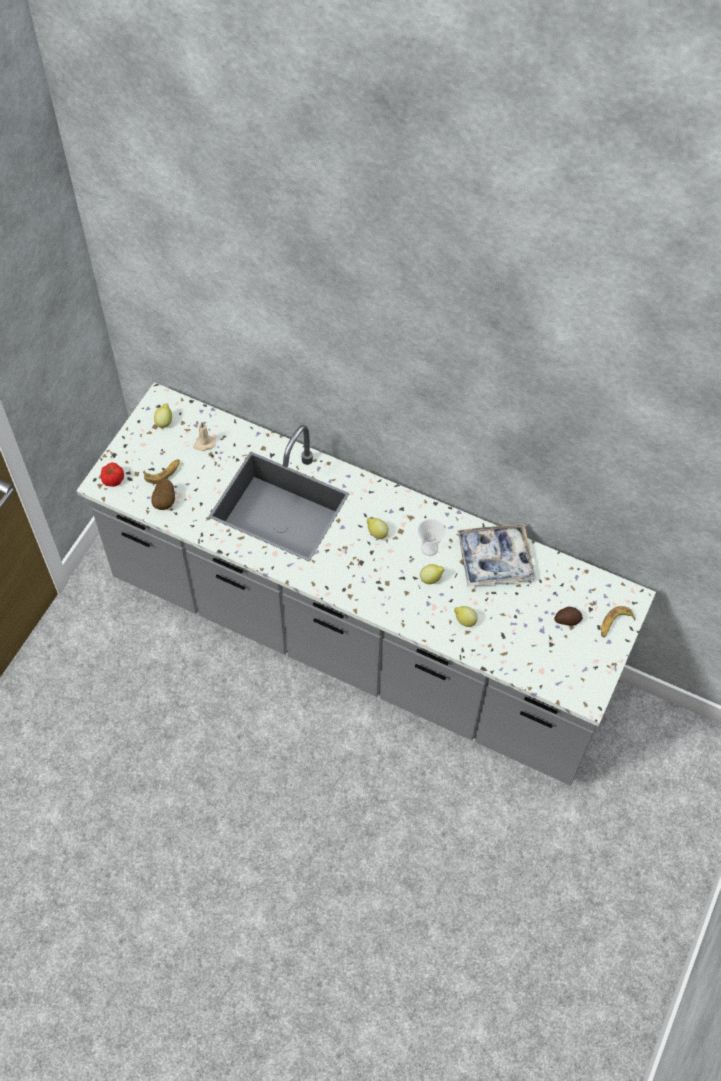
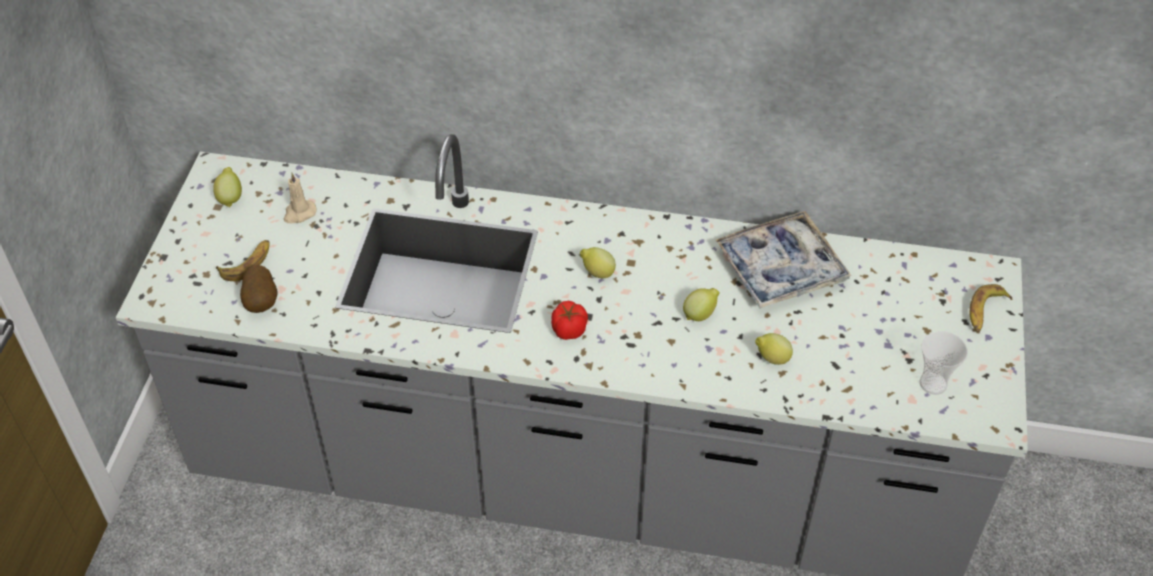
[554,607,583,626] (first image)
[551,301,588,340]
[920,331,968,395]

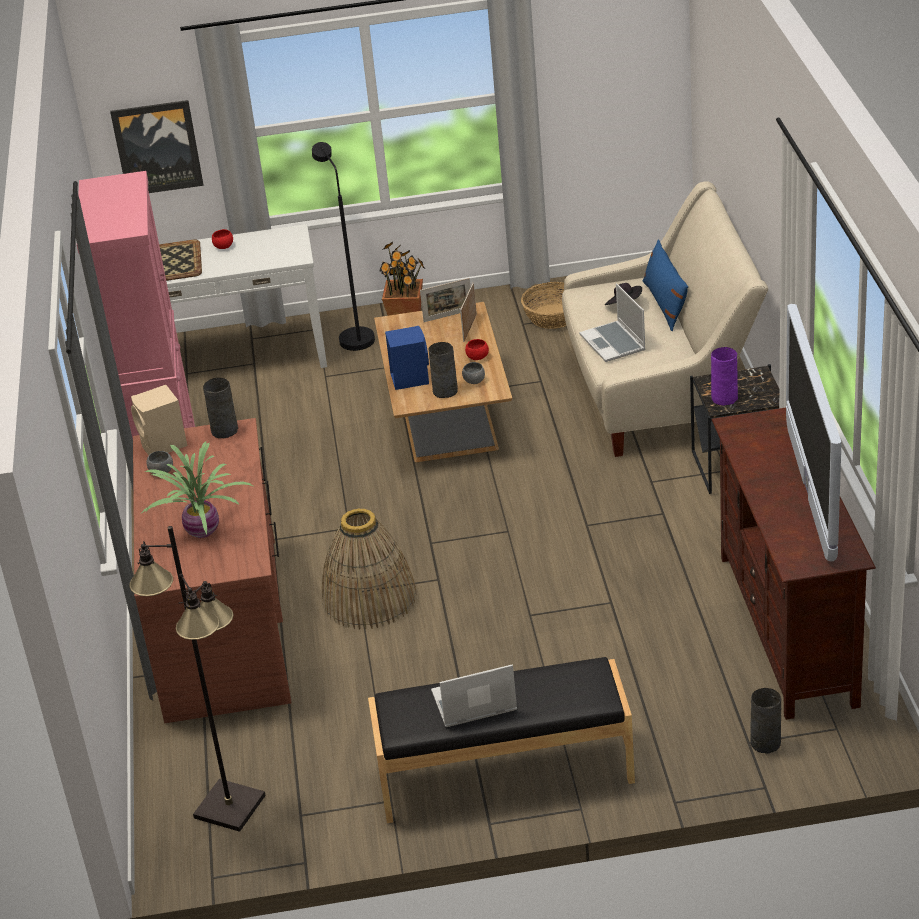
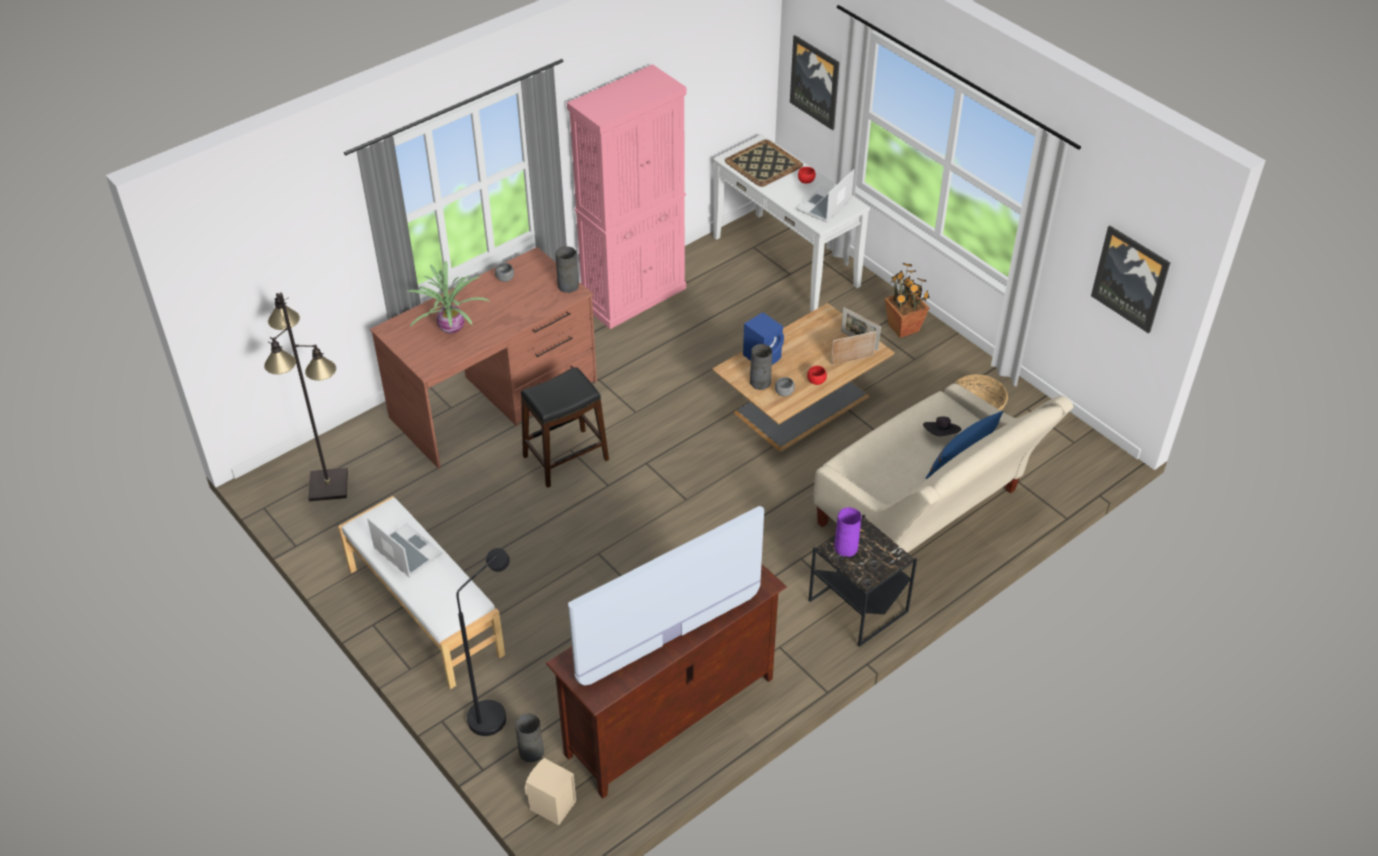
[1091,226,1170,334]
[525,758,576,825]
[456,548,510,736]
[797,169,854,223]
[521,368,609,488]
[338,496,505,689]

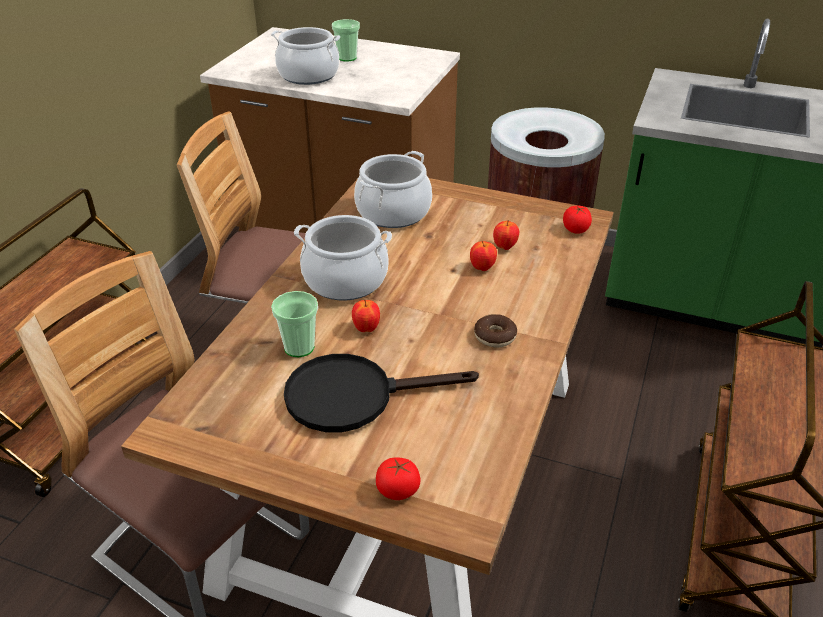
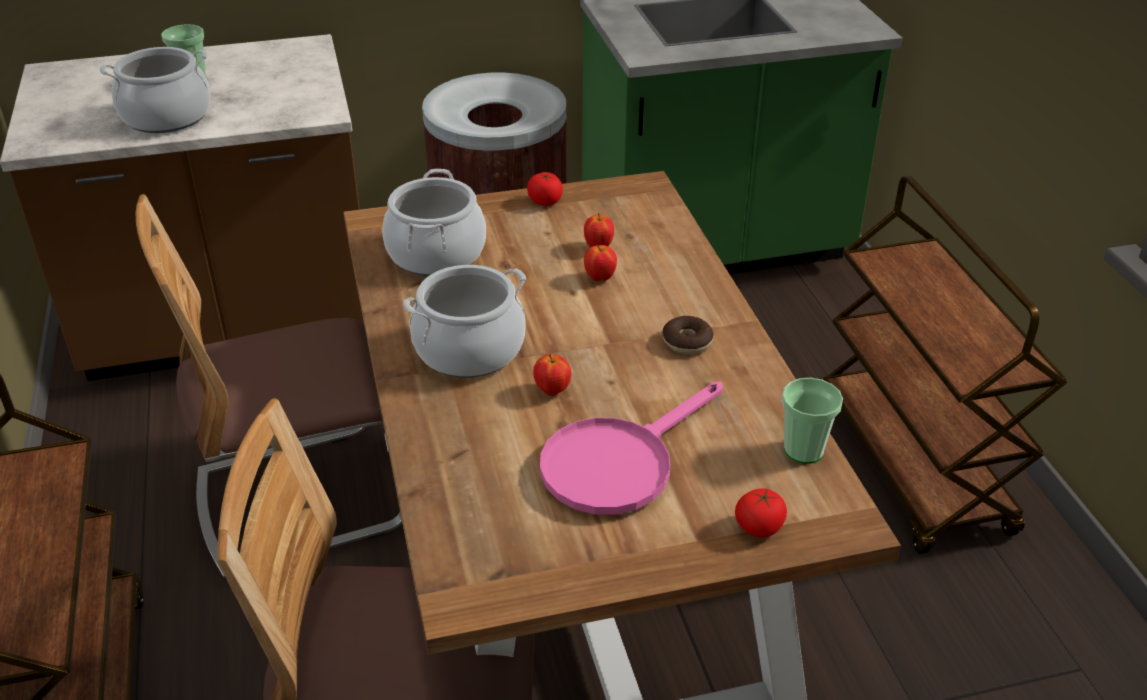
[782,377,843,464]
[527,172,563,206]
[540,382,723,515]

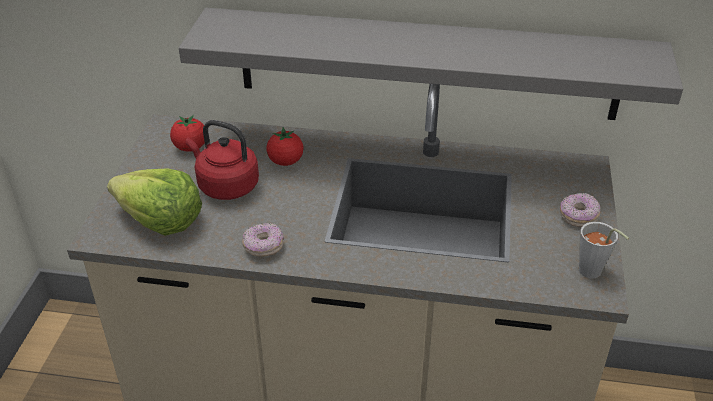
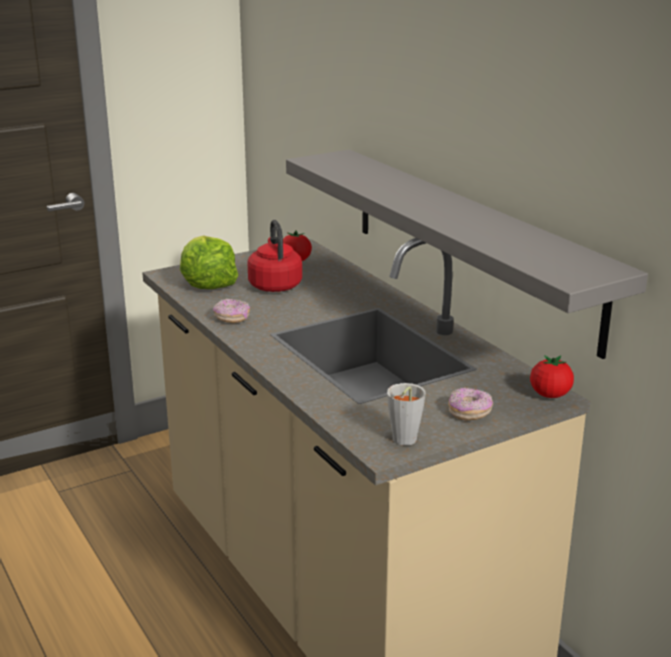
[530,355,574,398]

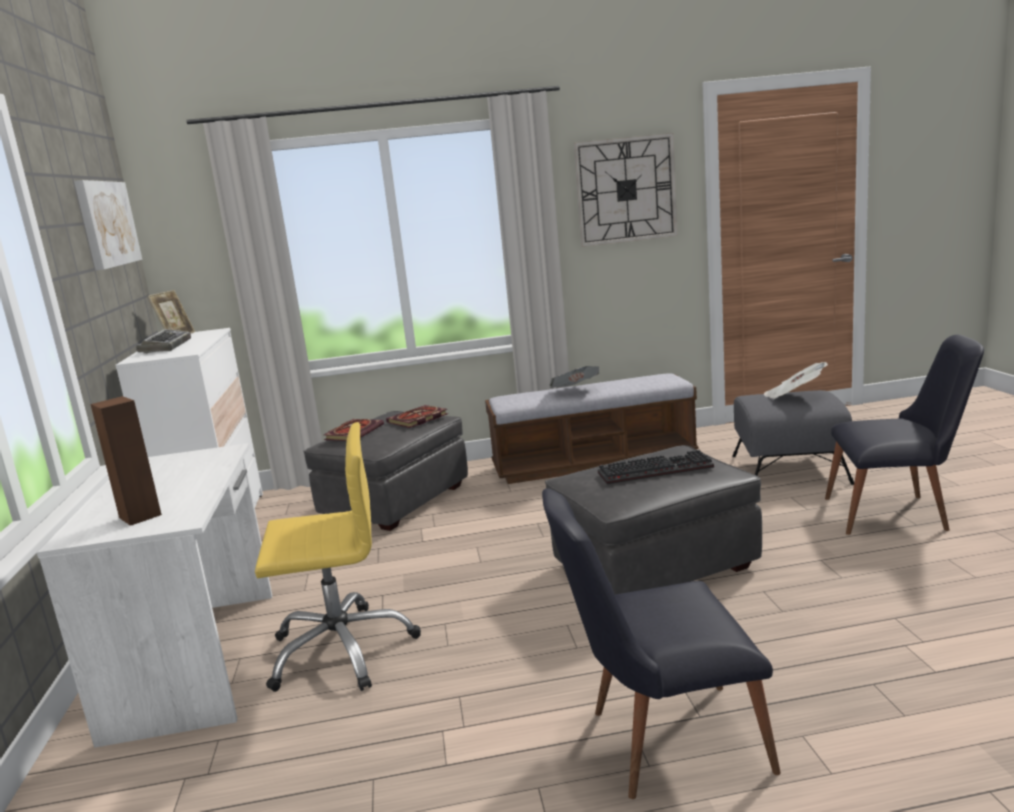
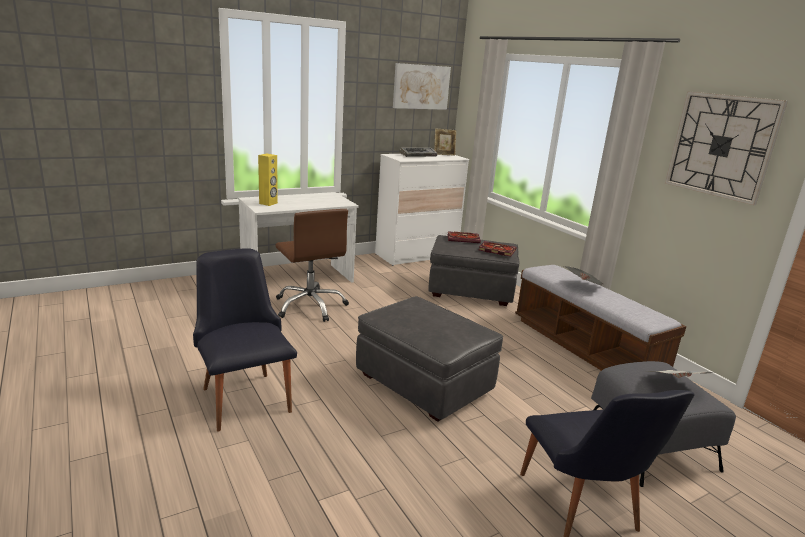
[598,450,714,484] (first image)
[258,154,278,206]
[276,209,349,322]

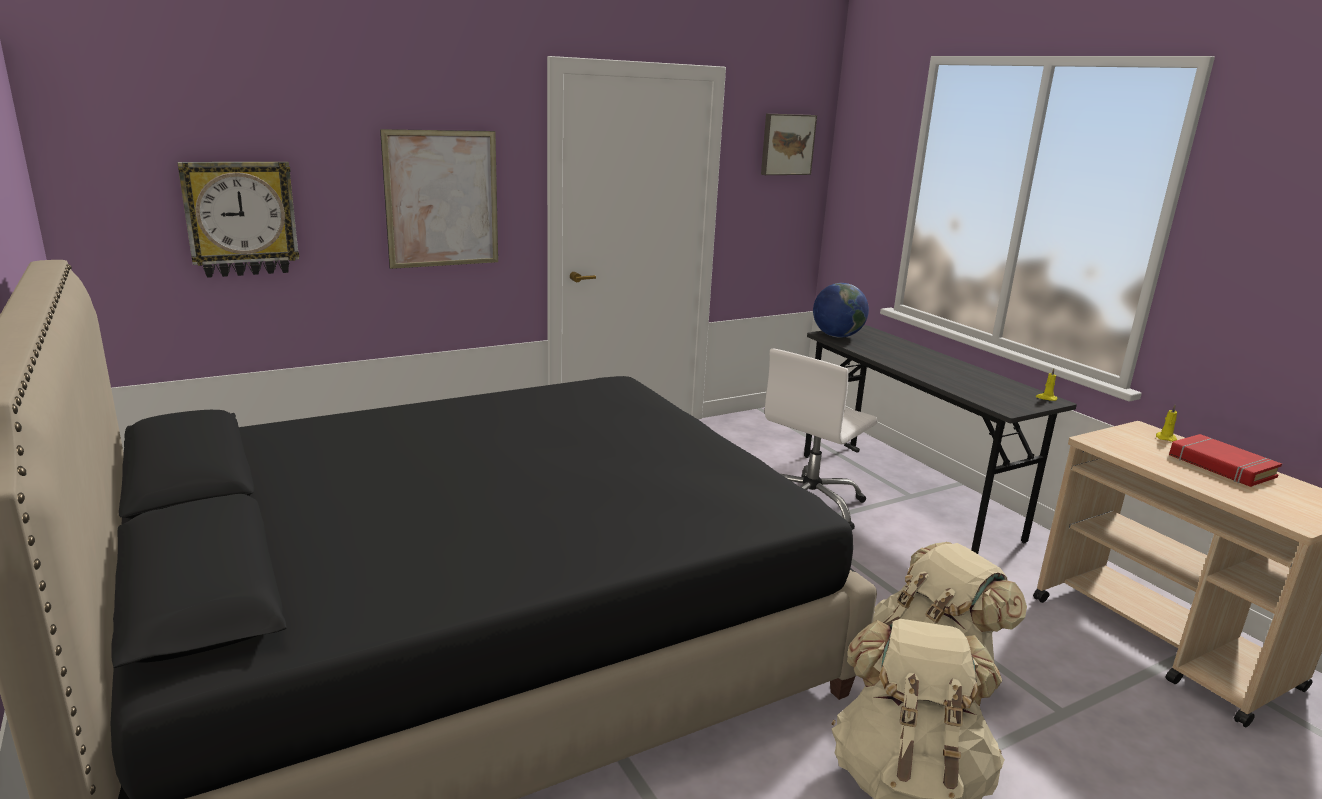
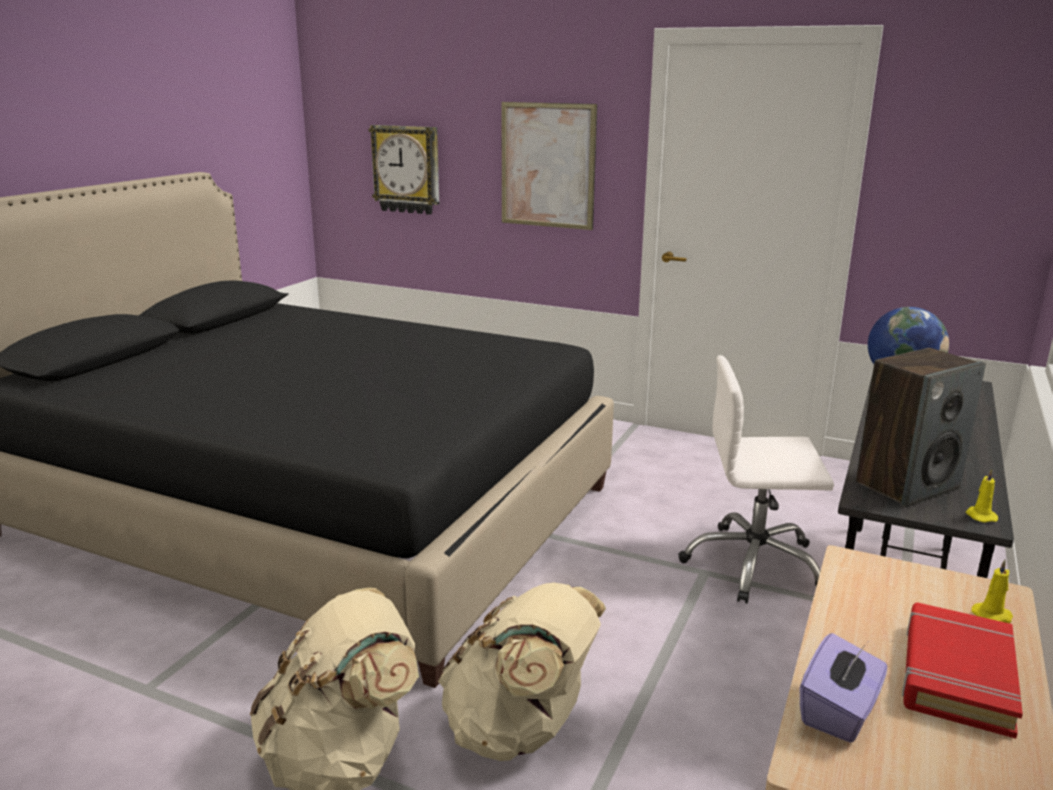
[761,114,817,175] (first image)
[800,633,888,743]
[856,348,986,507]

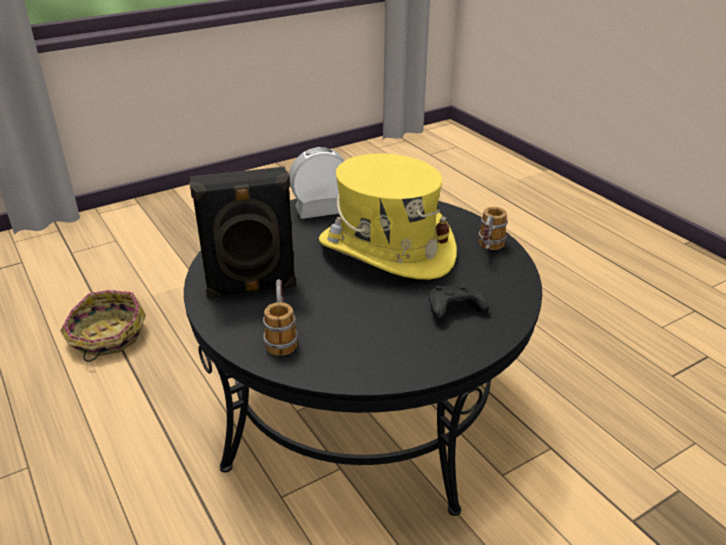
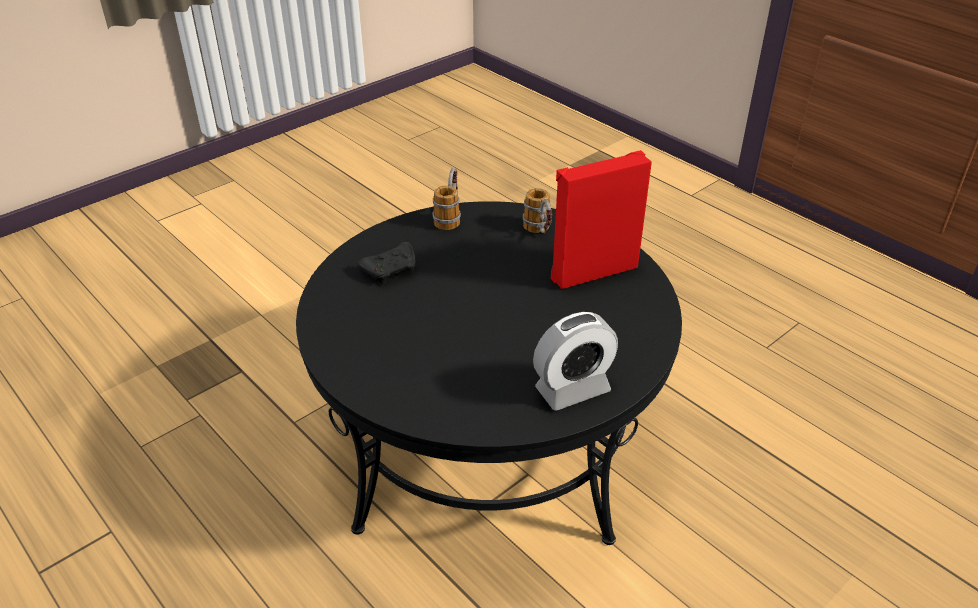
[61,290,146,362] (first image)
[319,153,457,280] (first image)
[432,168,461,230]
[551,150,652,289]

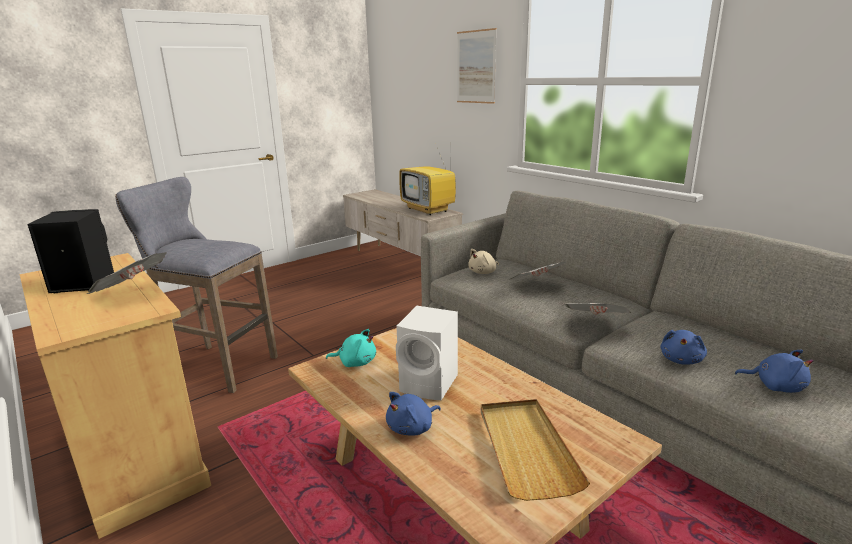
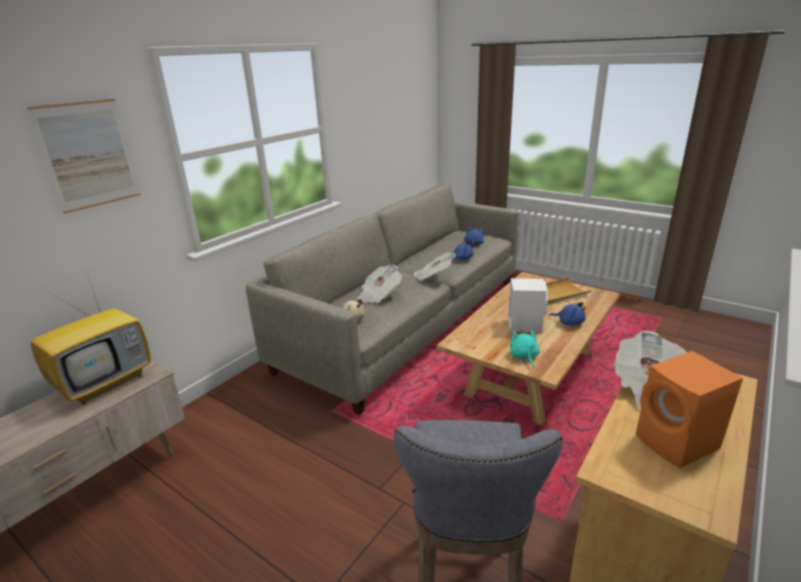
[636,351,743,468]

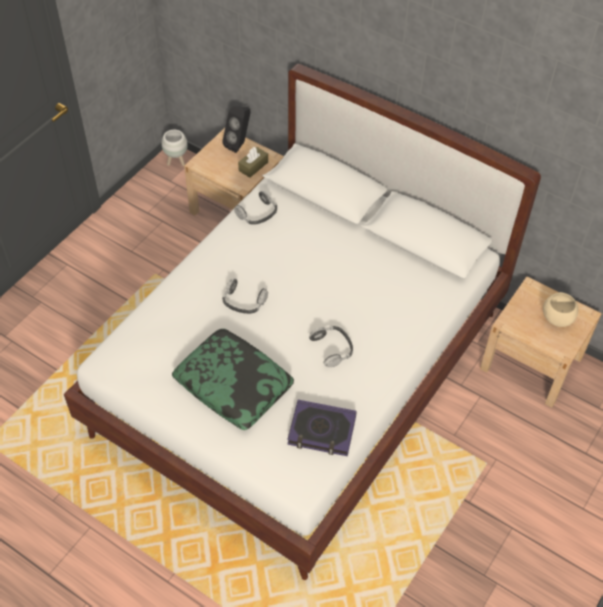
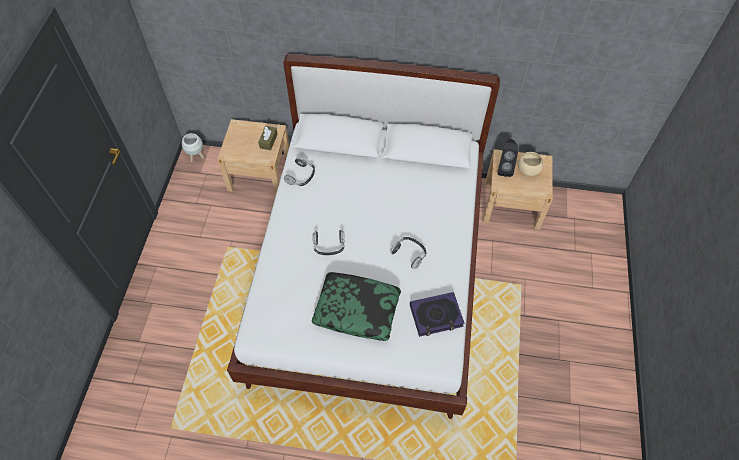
[497,139,519,177]

